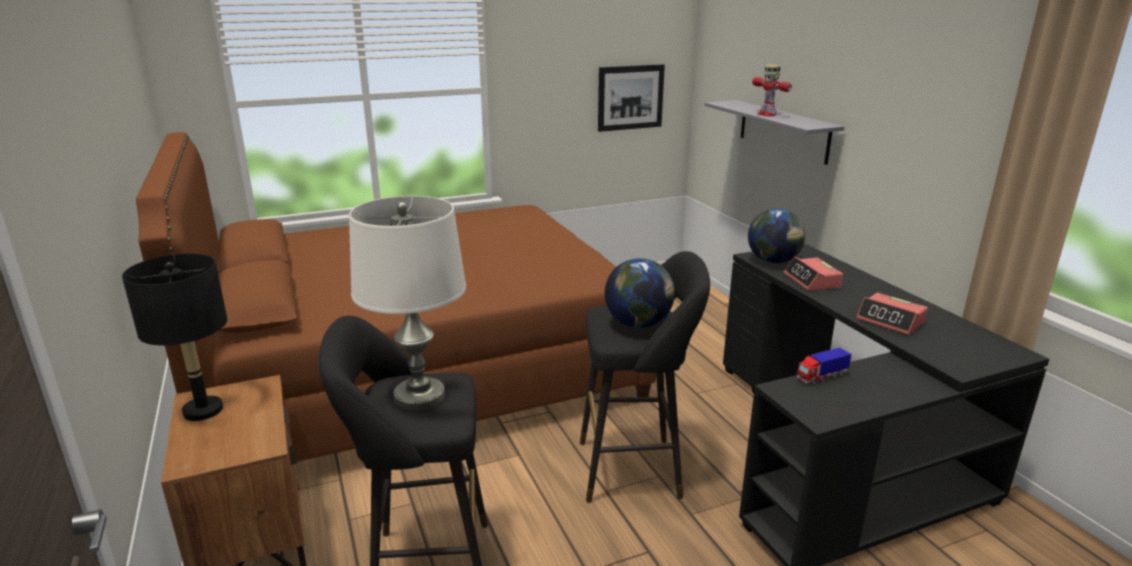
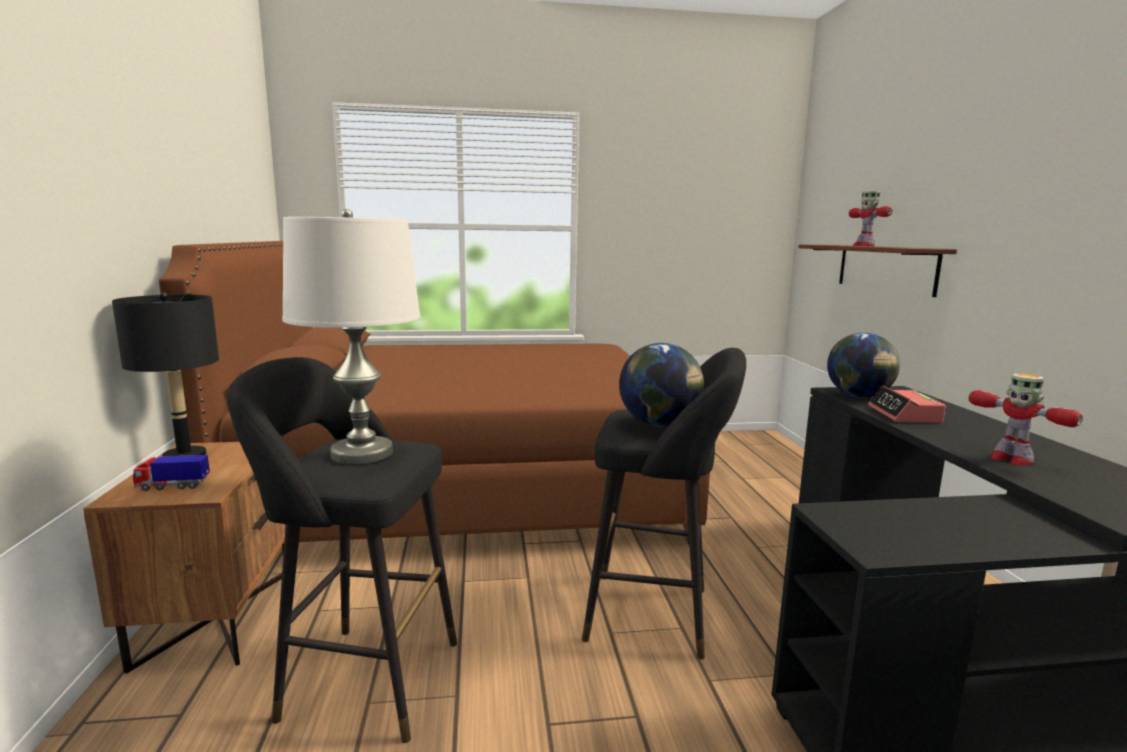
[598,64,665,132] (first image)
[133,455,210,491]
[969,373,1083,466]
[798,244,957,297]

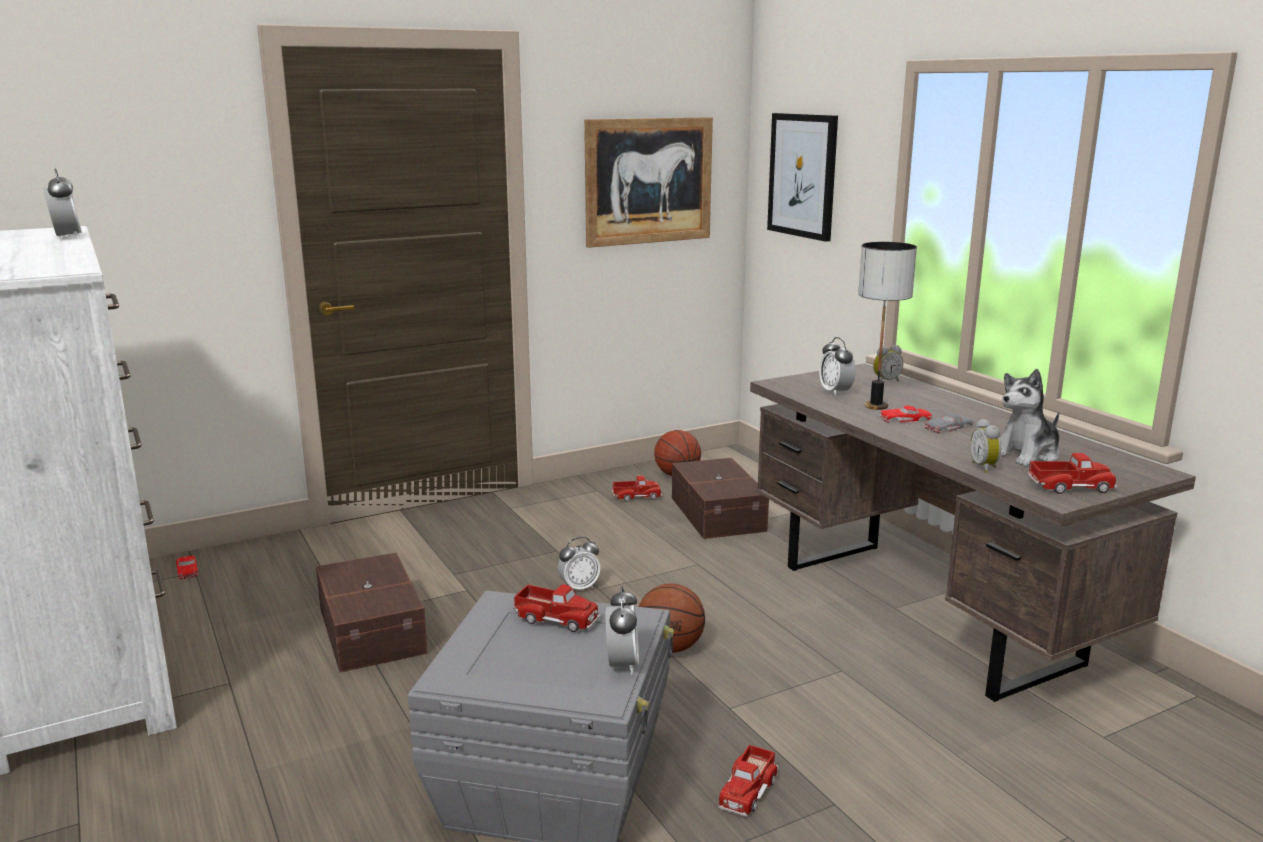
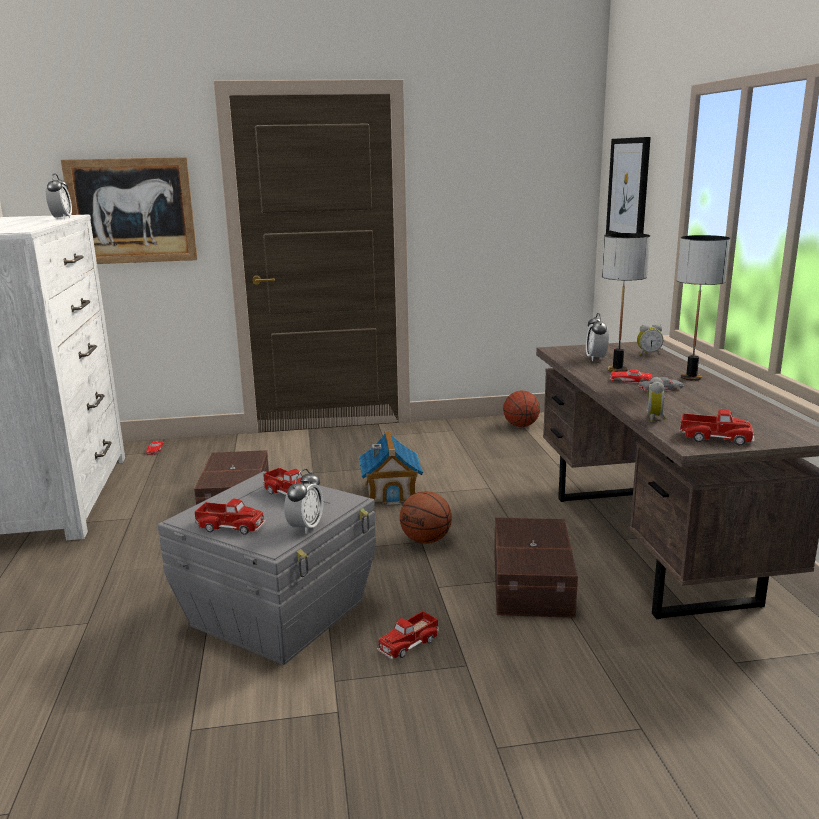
[1000,369,1059,466] (first image)
[677,235,730,381]
[61,157,198,264]
[195,498,266,535]
[494,518,578,618]
[359,430,423,506]

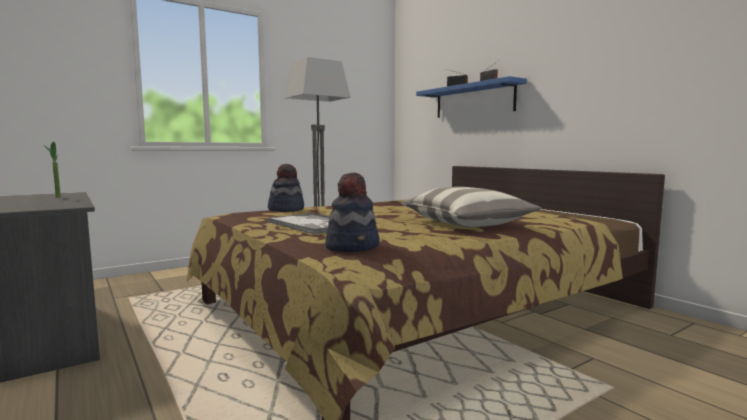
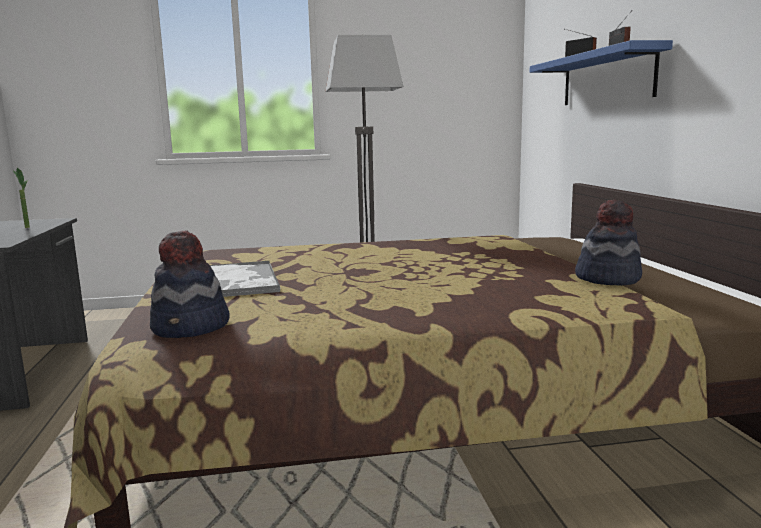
[401,187,541,228] (first image)
[575,200,642,286]

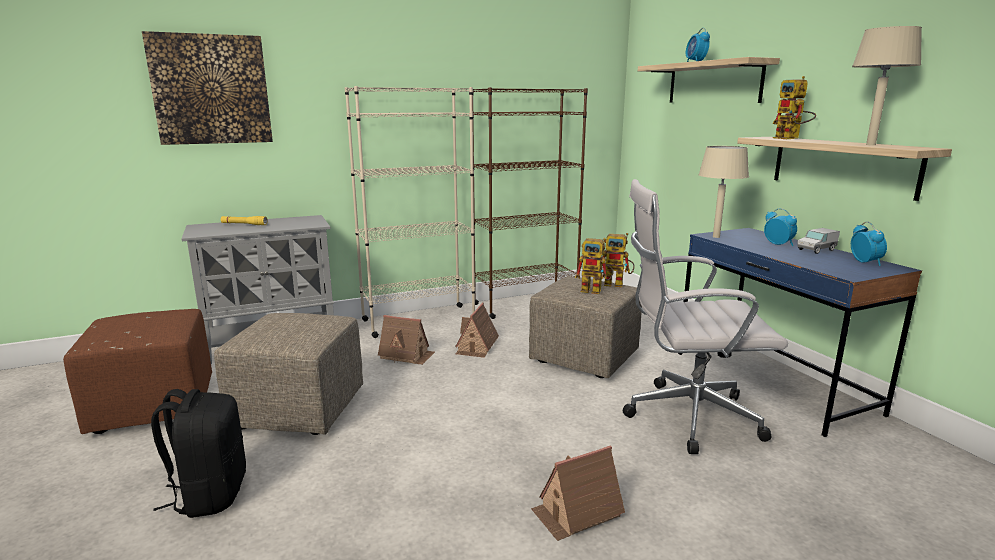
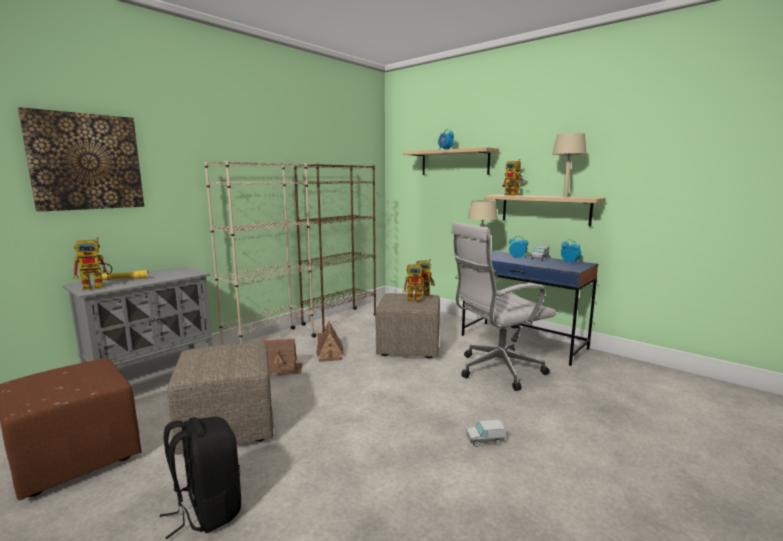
[73,237,112,290]
[467,420,505,447]

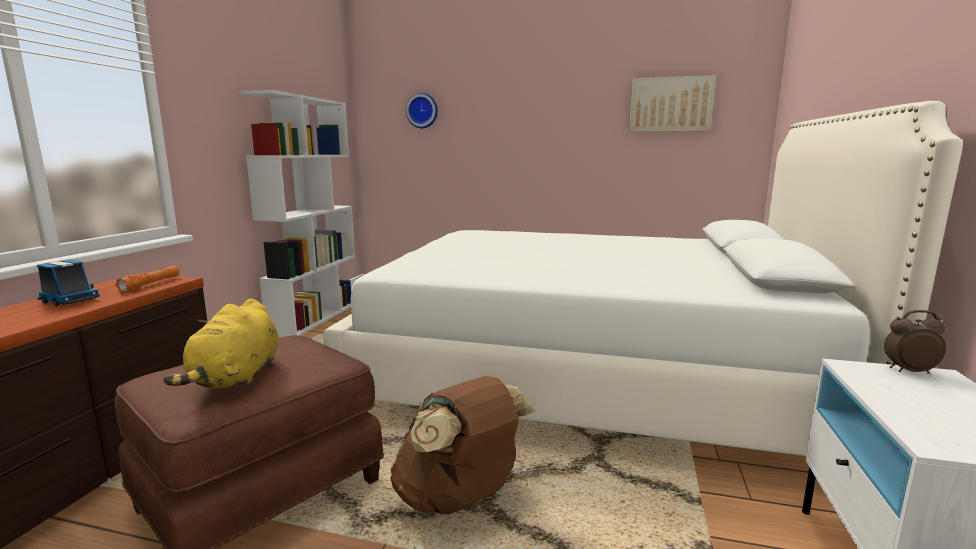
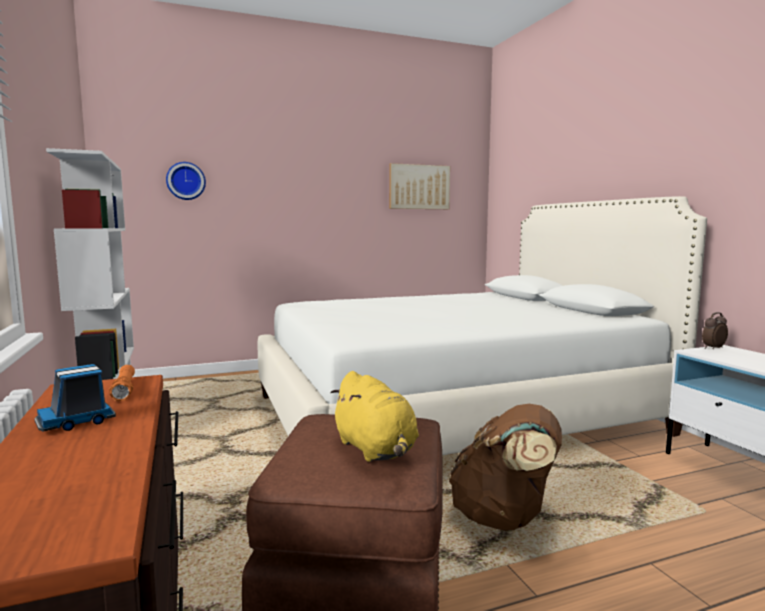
[34,364,116,432]

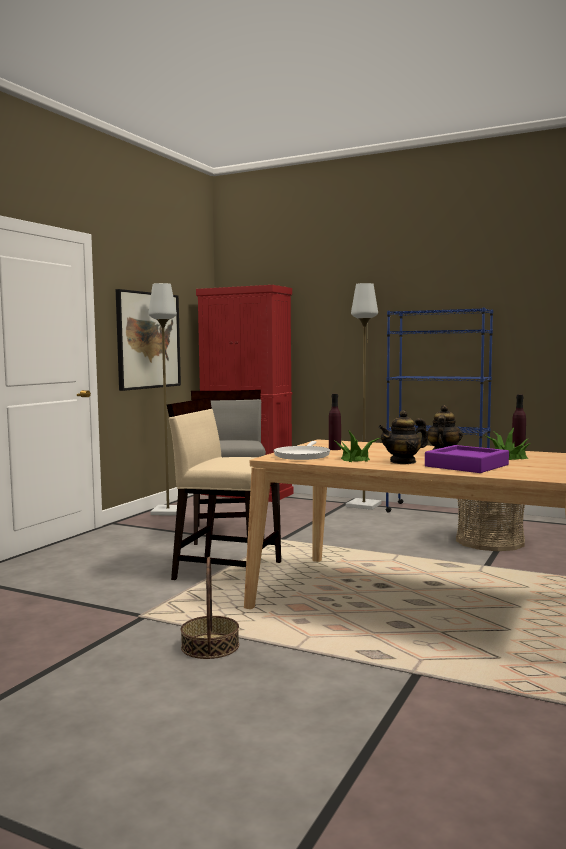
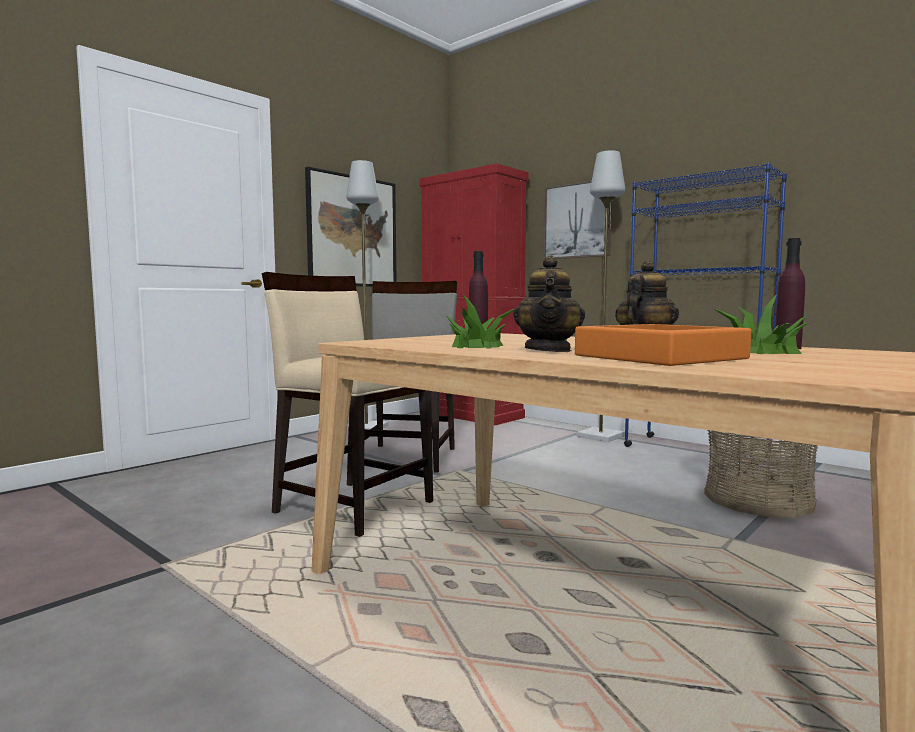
[181,557,239,659] (first image)
[273,441,330,460] (first image)
[544,181,612,259]
[575,324,751,366]
[513,255,585,352]

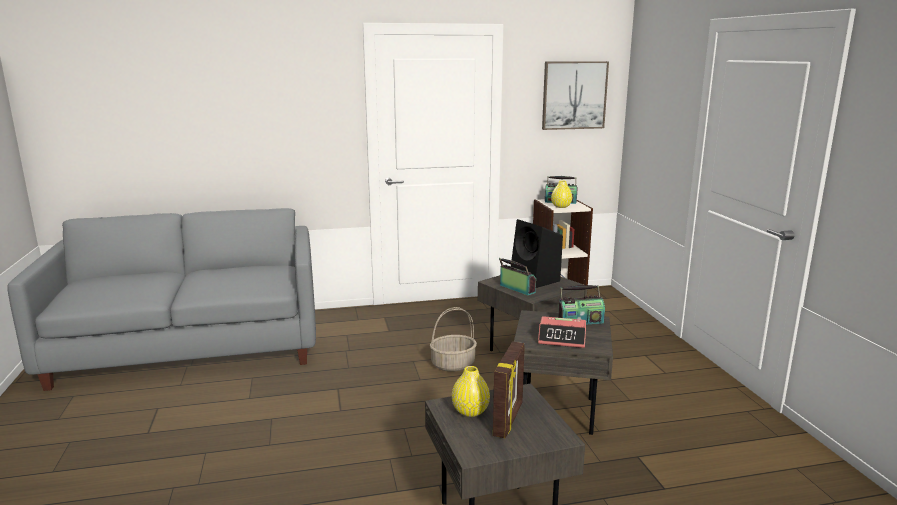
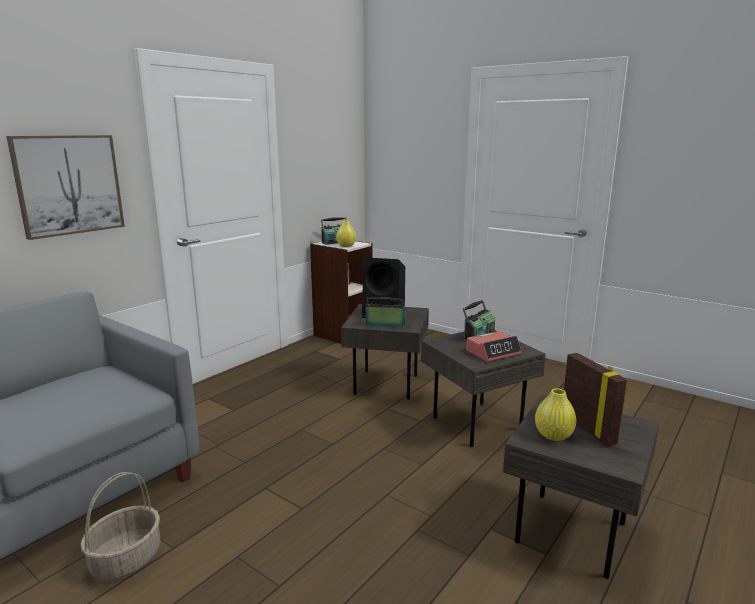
[81,472,160,580]
[6,135,125,240]

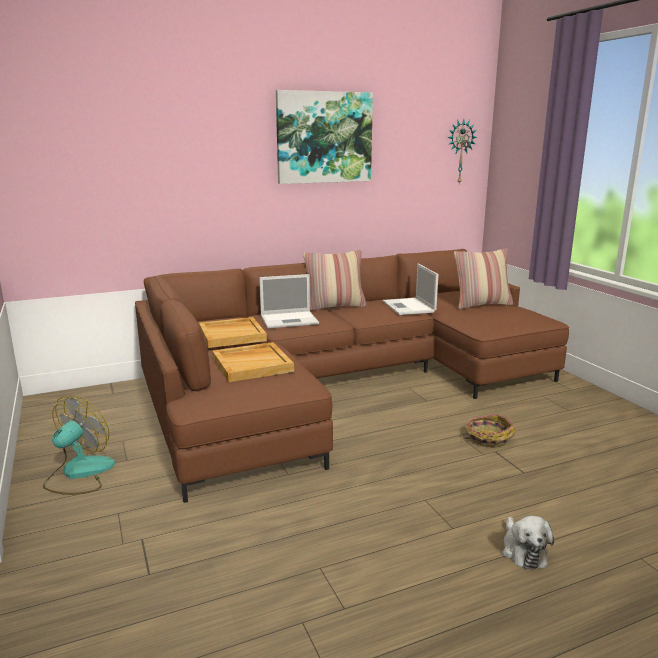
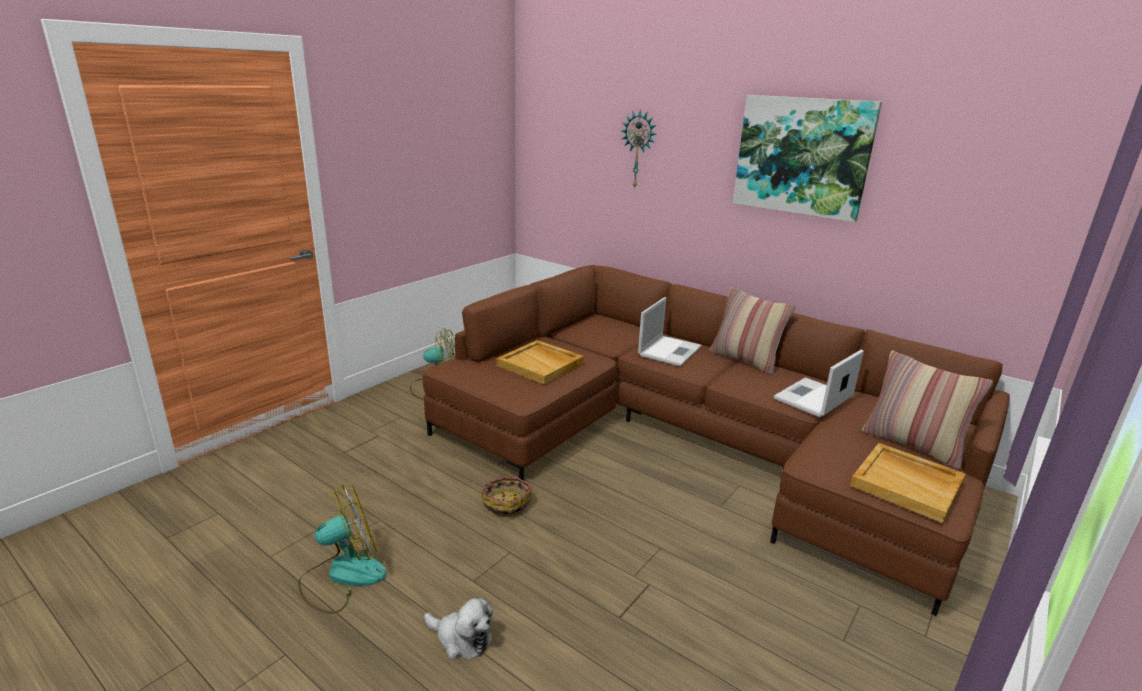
[298,484,386,614]
[850,443,966,523]
[621,110,656,189]
[481,477,532,517]
[638,297,702,366]
[424,598,493,660]

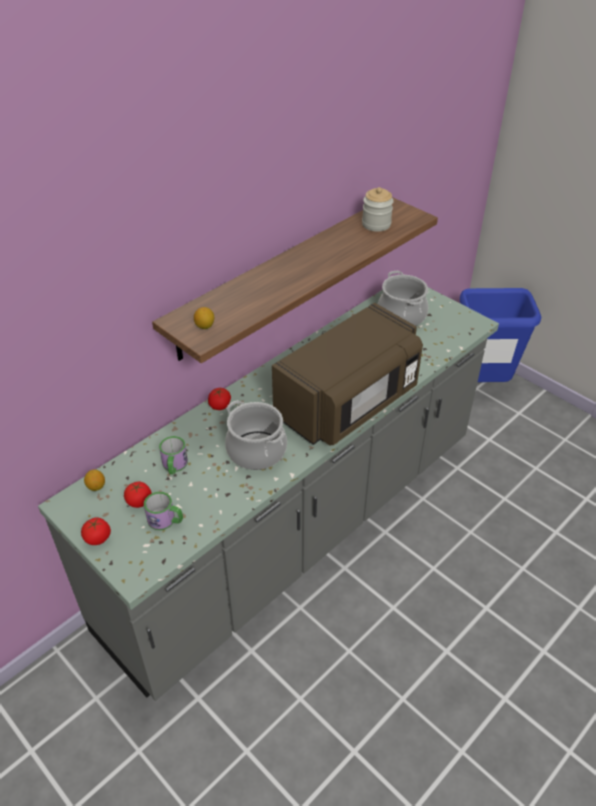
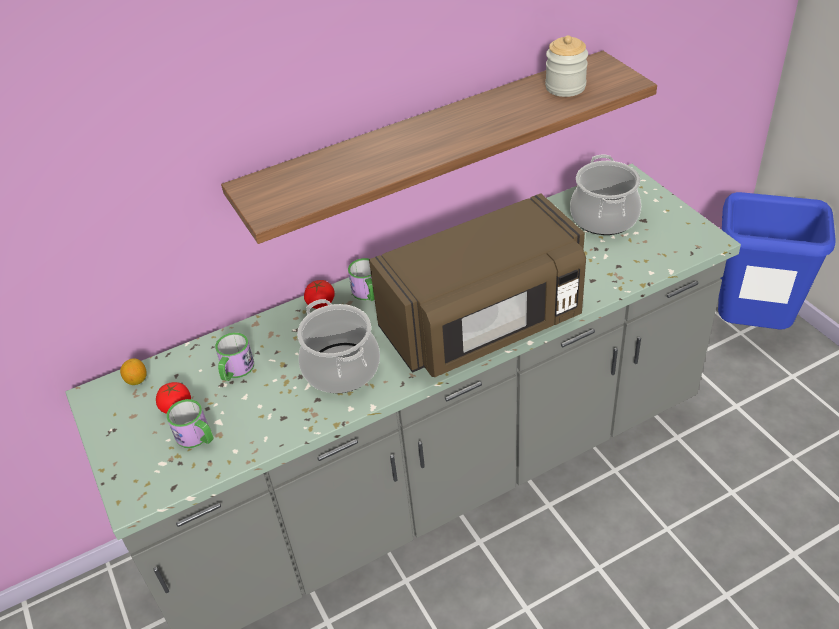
[81,518,111,545] (first image)
[194,307,214,329] (first image)
[348,258,375,301]

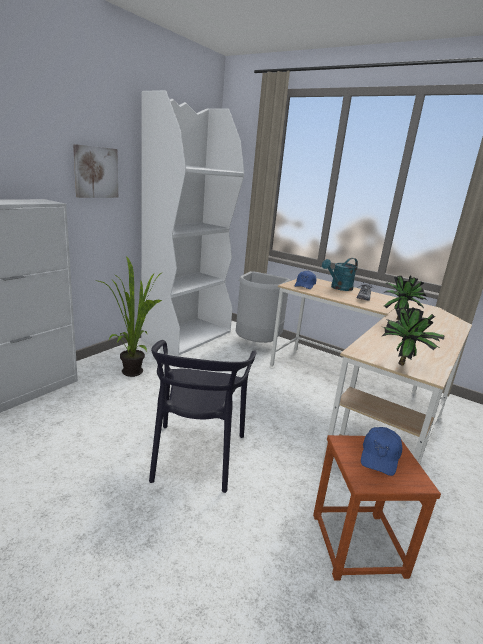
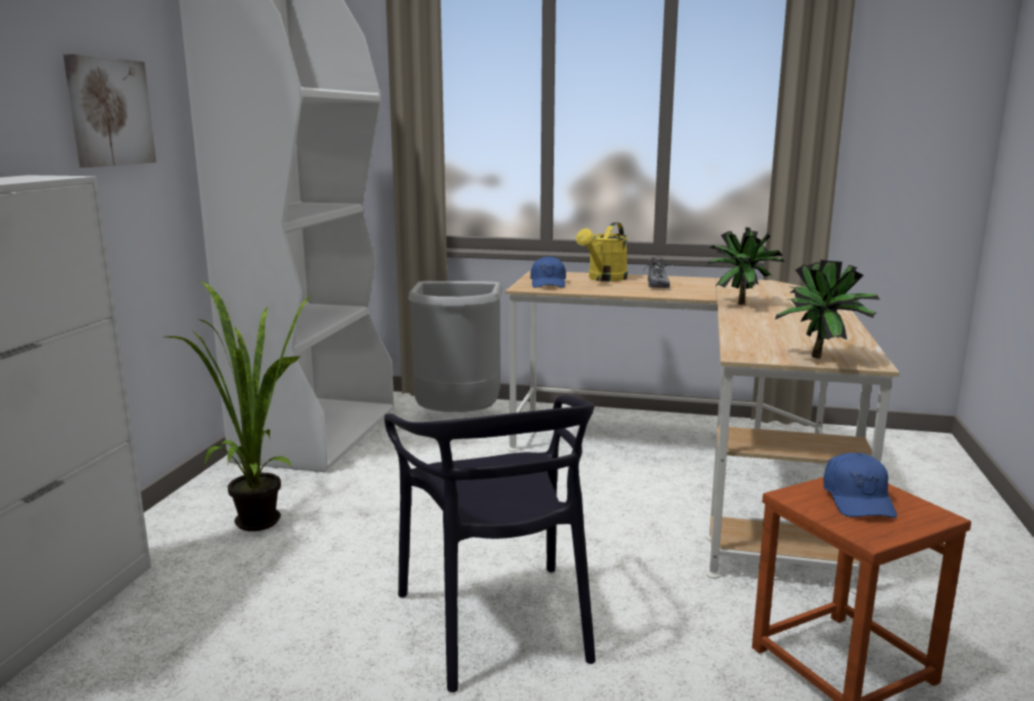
[576,222,628,281]

